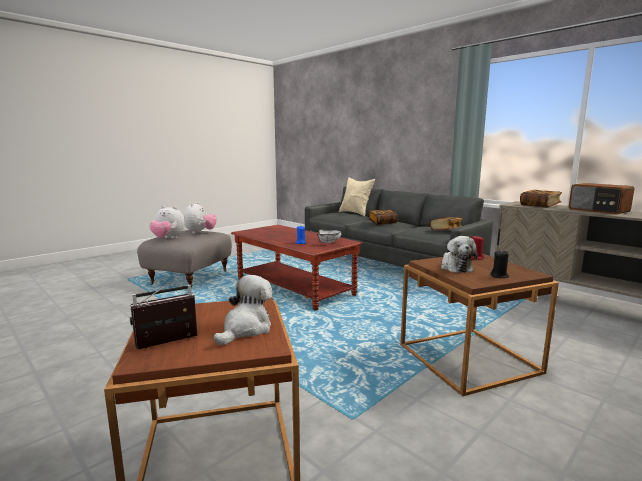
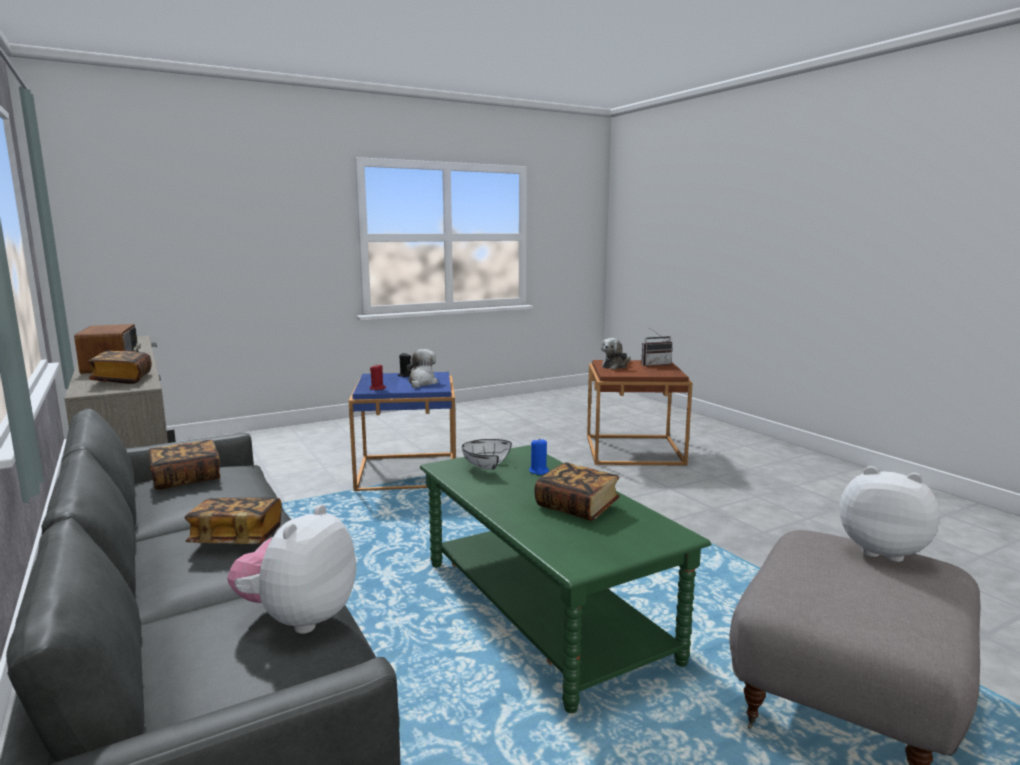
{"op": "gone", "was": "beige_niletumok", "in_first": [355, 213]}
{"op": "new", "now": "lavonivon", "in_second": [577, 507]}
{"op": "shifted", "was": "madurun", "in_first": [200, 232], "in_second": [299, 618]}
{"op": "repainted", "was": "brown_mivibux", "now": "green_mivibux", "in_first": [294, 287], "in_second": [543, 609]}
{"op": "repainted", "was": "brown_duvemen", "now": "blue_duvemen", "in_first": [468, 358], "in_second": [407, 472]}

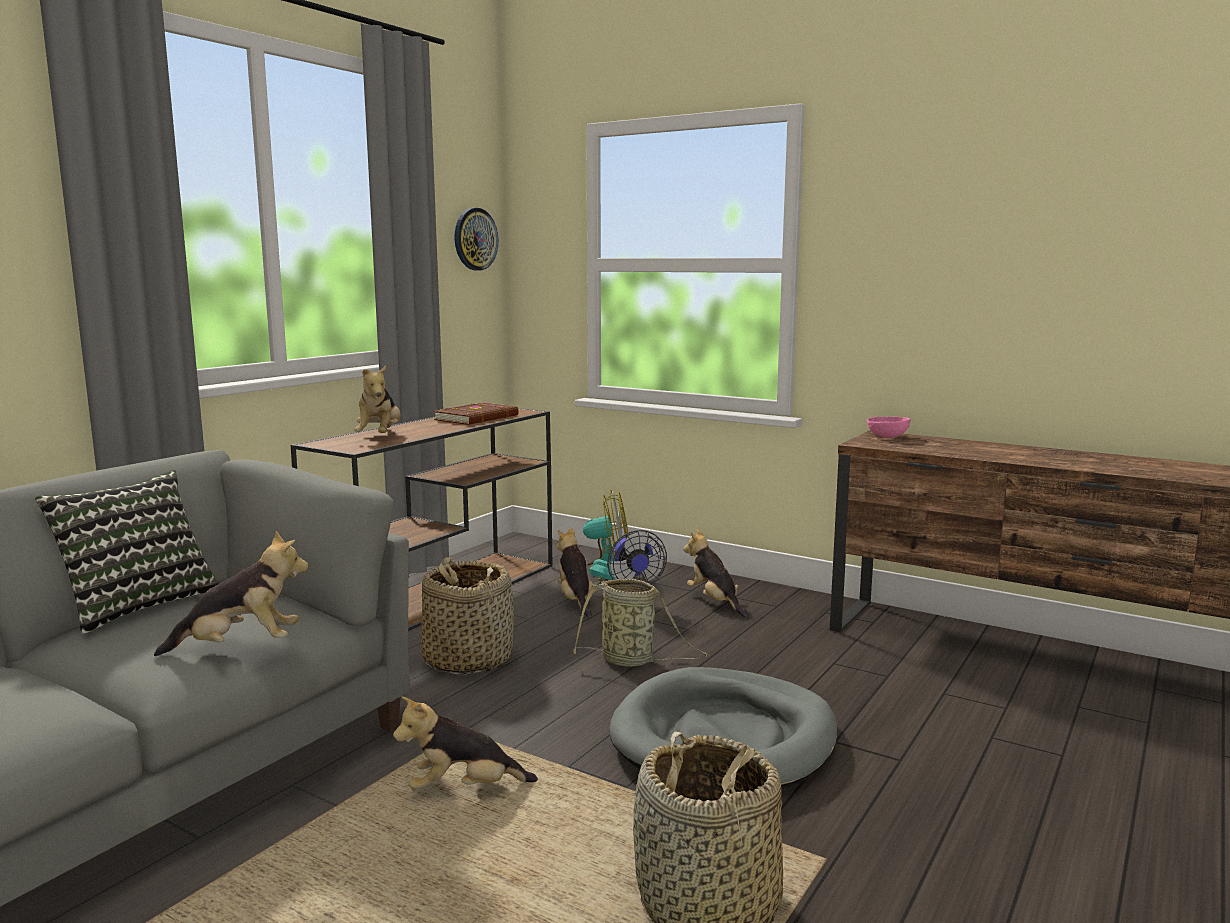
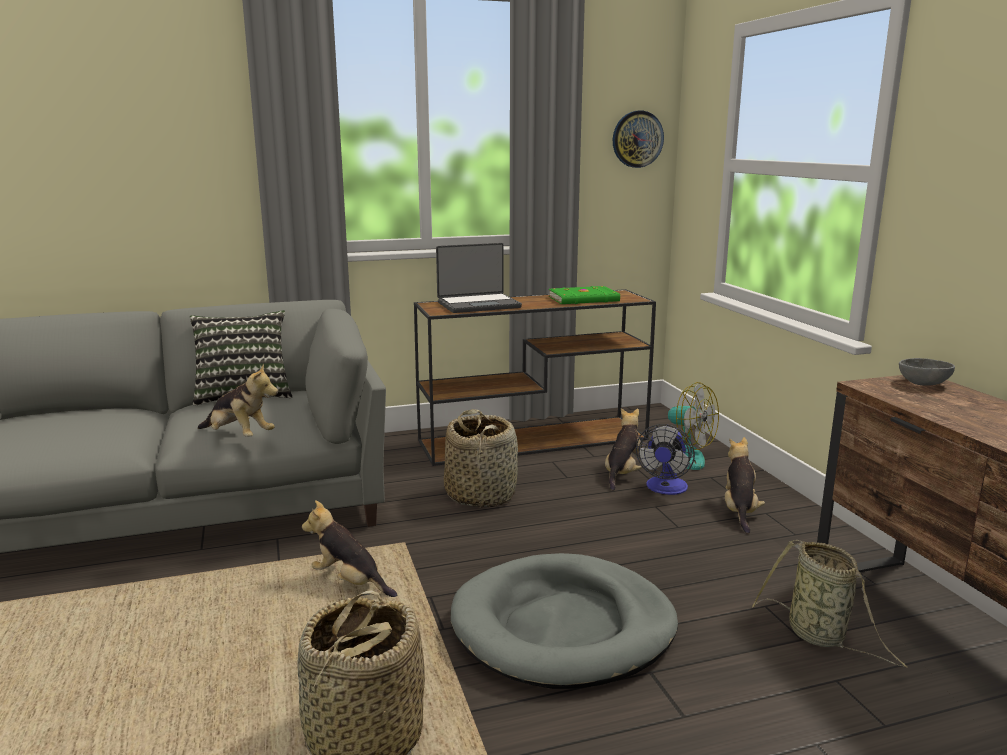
{"op": "shifted", "was": "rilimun", "in_first": [631, 661], "in_second": [820, 636]}
{"op": "swapped", "was": "madurun", "now": "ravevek", "in_first": [380, 436], "in_second": [478, 305]}
{"op": "repainted", "was": "brown_lavonivon", "now": "green_lavonivon", "in_first": [478, 418], "in_second": [584, 299]}
{"op": "repainted", "was": "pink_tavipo", "now": "grey_tavipo", "in_first": [886, 436], "in_second": [922, 383]}

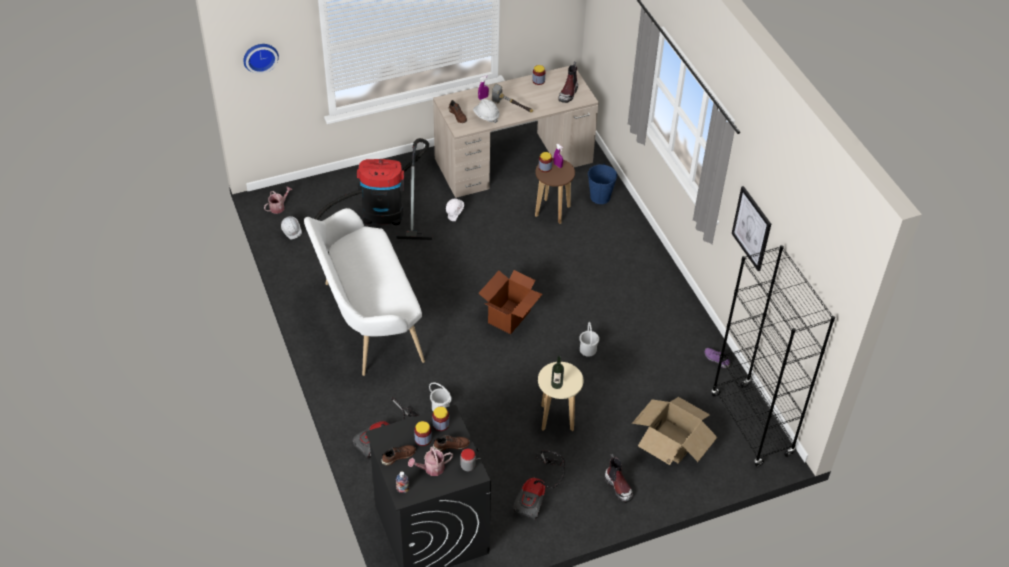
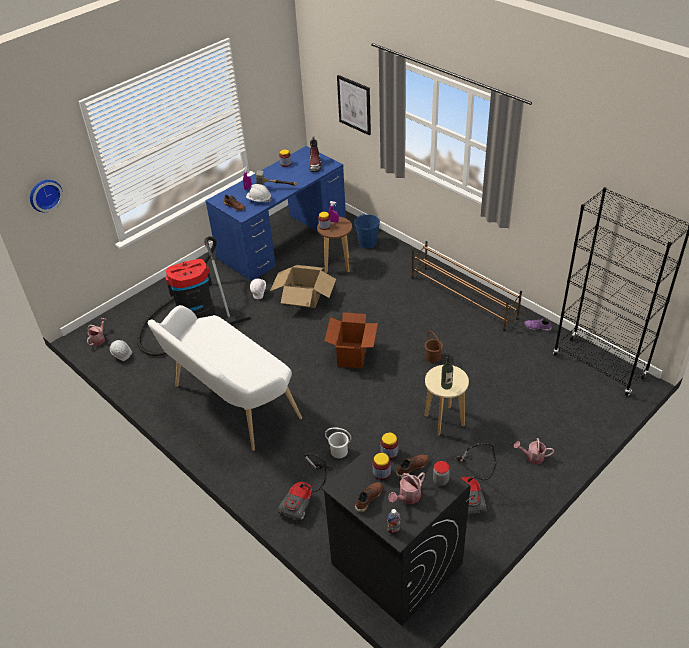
{"op": "new", "now": "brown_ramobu", "in_second": [463, 298]}
{"op": "shifted", "was": "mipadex", "in_first": [672, 441], "in_second": [304, 296]}
{"op": "shifted", "was": "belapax", "in_first": [752, 228], "in_second": [354, 104]}
{"op": "swapped", "was": "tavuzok", "now": "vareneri", "in_first": [618, 487], "in_second": [532, 457]}
{"op": "repainted", "was": "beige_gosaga", "now": "blue_gosaga", "in_first": [514, 160], "in_second": [283, 239]}
{"op": "repainted", "was": "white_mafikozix", "now": "brown_mafikozix", "in_first": [587, 350], "in_second": [433, 357]}

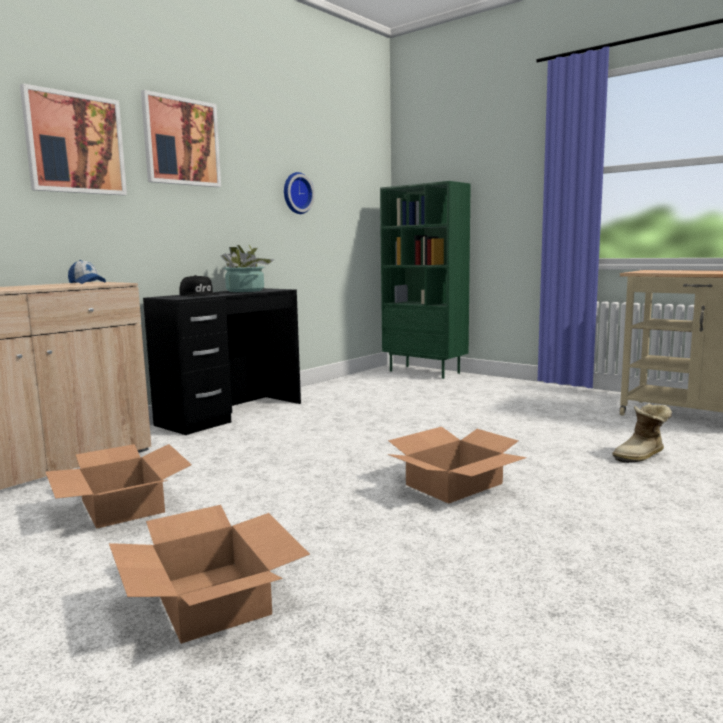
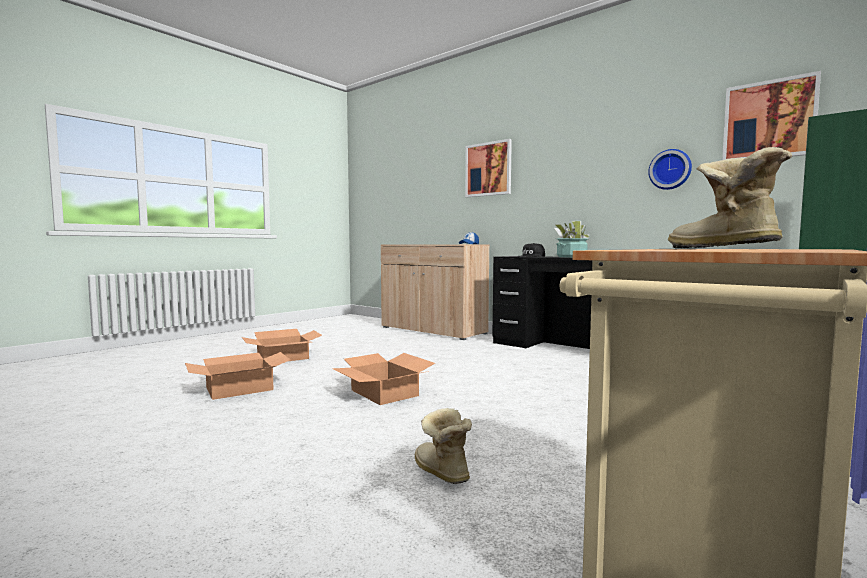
{"op": "new", "now": "tavuzok", "in_second": [719, 248]}
{"op": "shifted", "was": "mipadex", "in_first": [122, 506], "in_second": [239, 389]}
{"op": "shifted", "was": "belapax", "in_first": [181, 142], "in_second": [769, 120]}

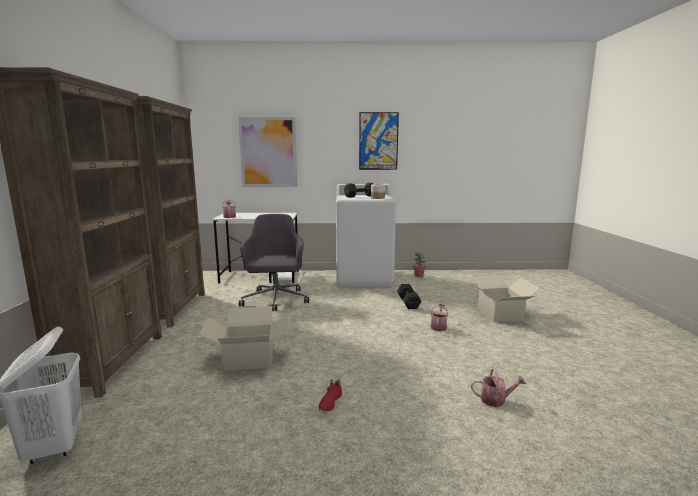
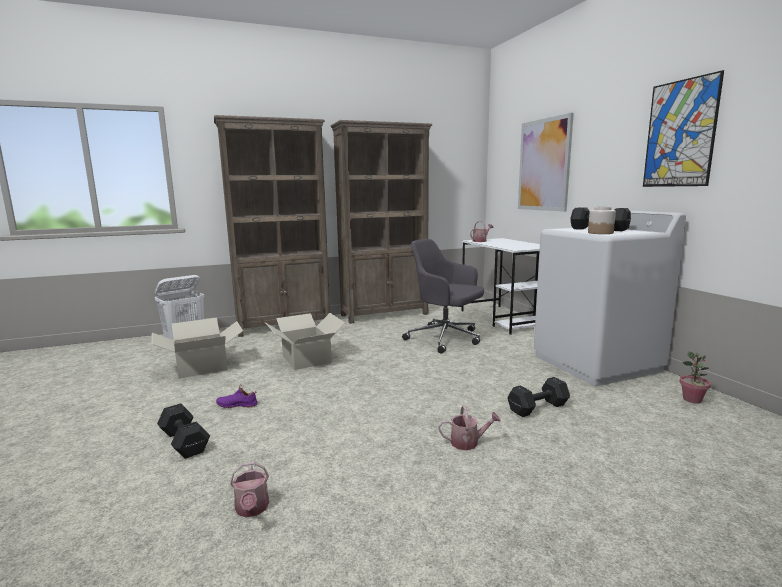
{"op": "new", "now": "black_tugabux", "in_second": [184, 441]}
{"op": "shifted", "was": "mipadex", "in_first": [500, 314], "in_second": [201, 367]}
{"op": "repainted", "was": "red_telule", "now": "purple_telule", "in_first": [330, 402], "in_second": [237, 405]}
{"op": "rotated", "was": "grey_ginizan", "in_first": [275, 300], "in_second": [445, 339], "clockwise": -120}

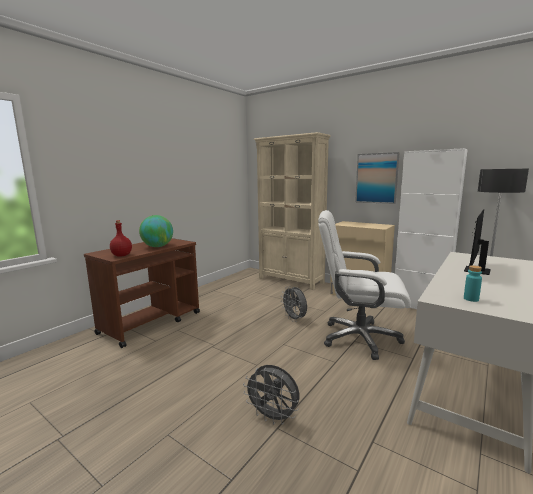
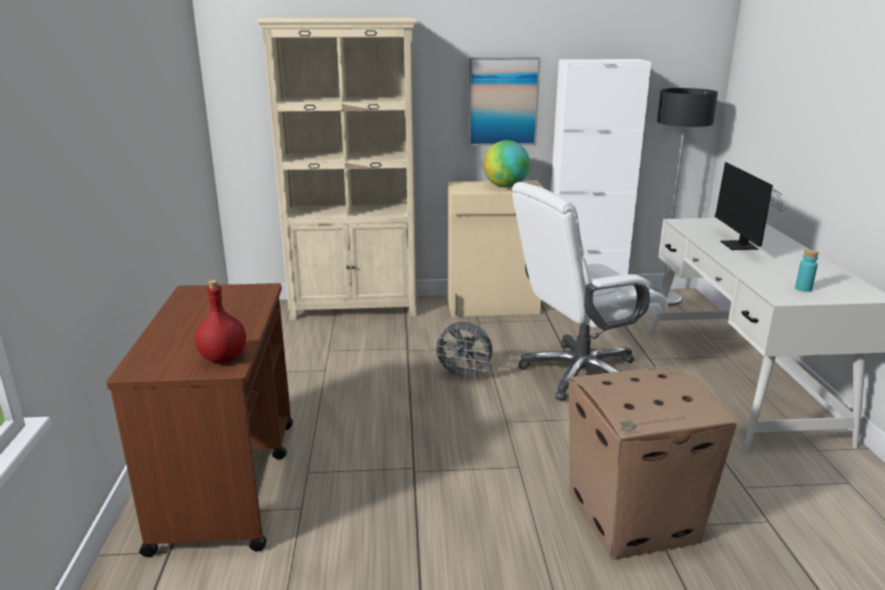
{"op": "shifted", "was": "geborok", "in_first": [157, 246], "in_second": [505, 186]}
{"op": "swapped", "was": "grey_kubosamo", "now": "mipadex", "in_first": [273, 417], "in_second": [634, 518]}

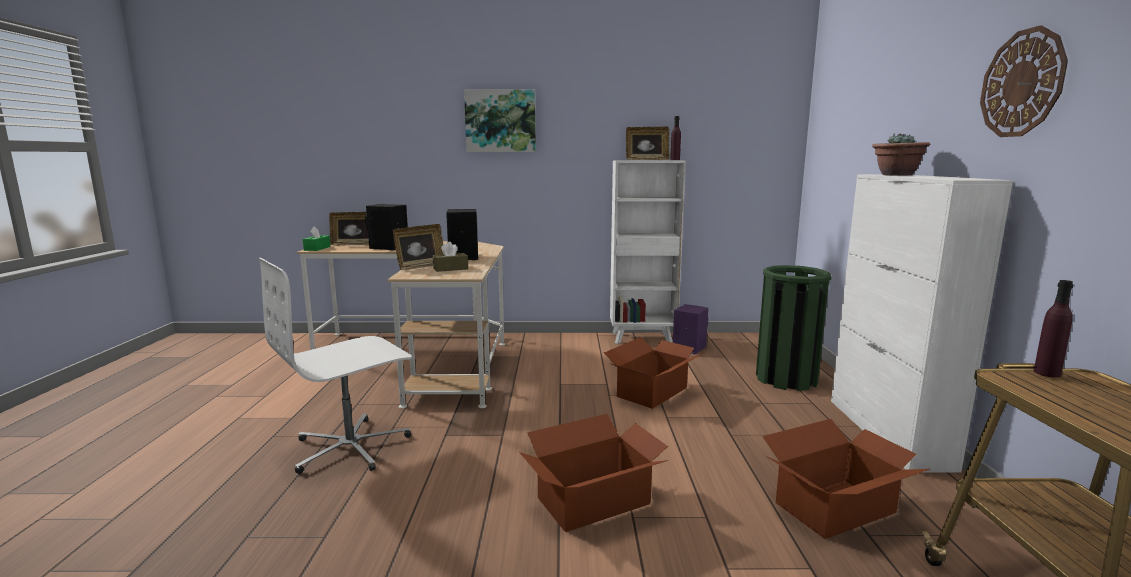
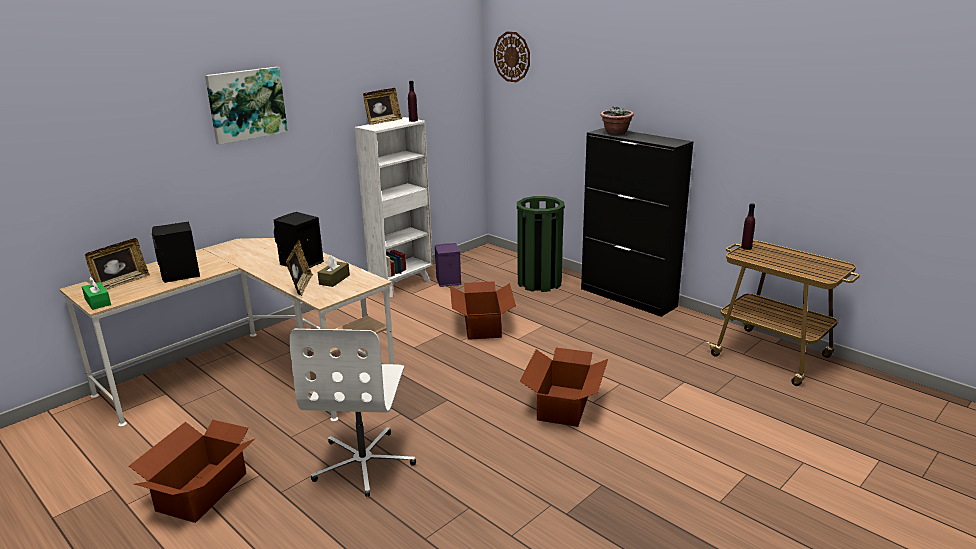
{"op": "shifted", "was": "mipadex", "in_first": [836, 508], "in_second": [203, 491]}
{"op": "shifted", "was": "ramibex", "in_first": [1022, 83], "in_second": [512, 57]}
{"op": "repainted", "was": "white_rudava", "now": "black_rudava", "in_first": [888, 432], "in_second": [628, 297]}

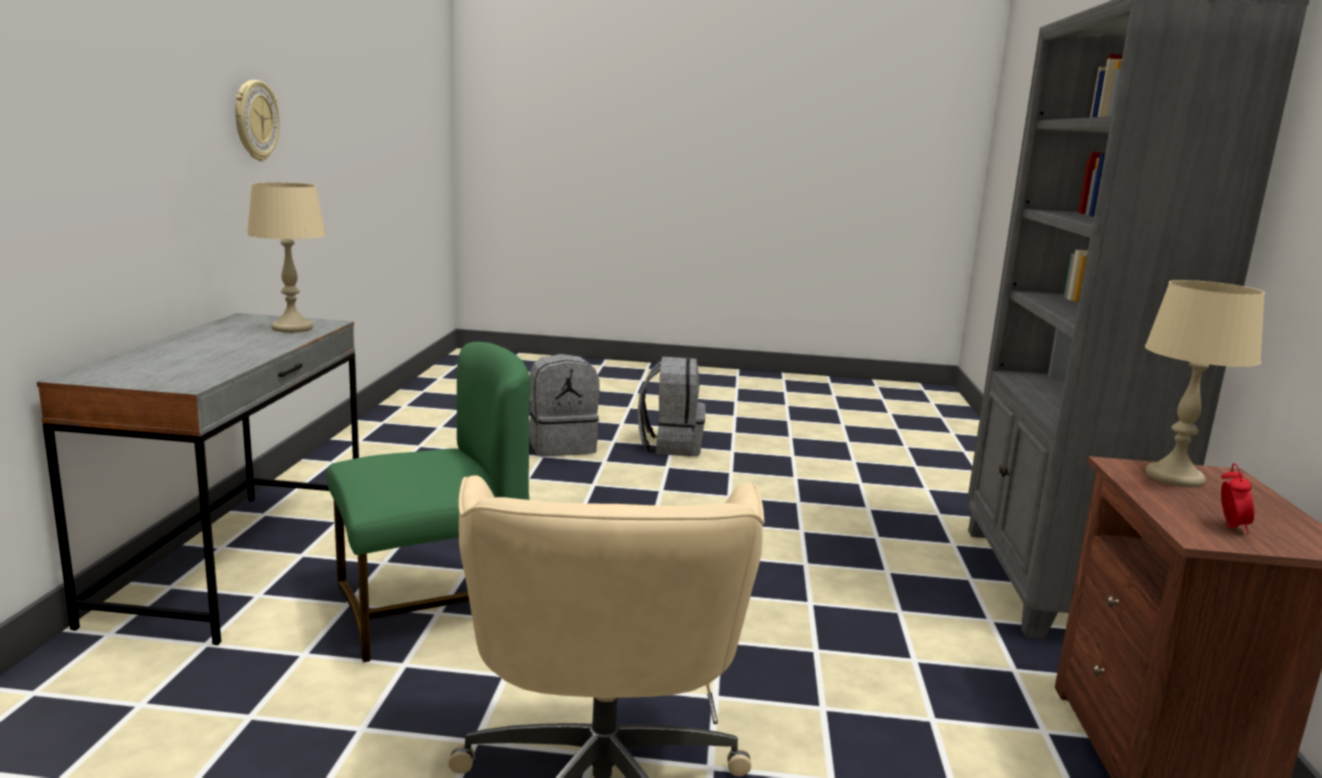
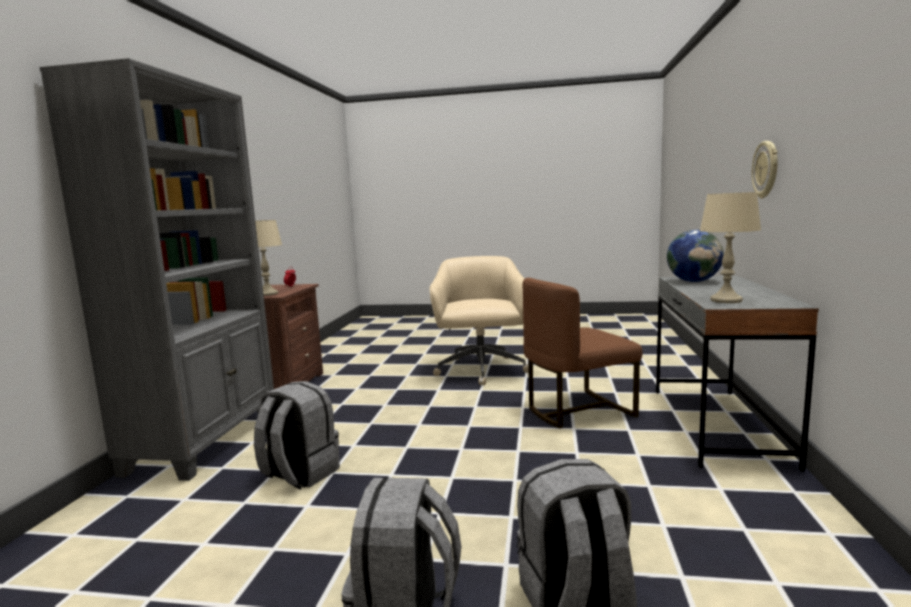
{"op": "new", "now": "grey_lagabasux", "in_second": [299, 474]}
{"op": "new", "now": "geborok", "in_second": [693, 281]}
{"op": "shifted", "was": "ramibex", "in_first": [255, 120], "in_second": [766, 169]}
{"op": "repainted", "was": "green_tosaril", "now": "brown_tosaril", "in_first": [430, 607], "in_second": [577, 410]}

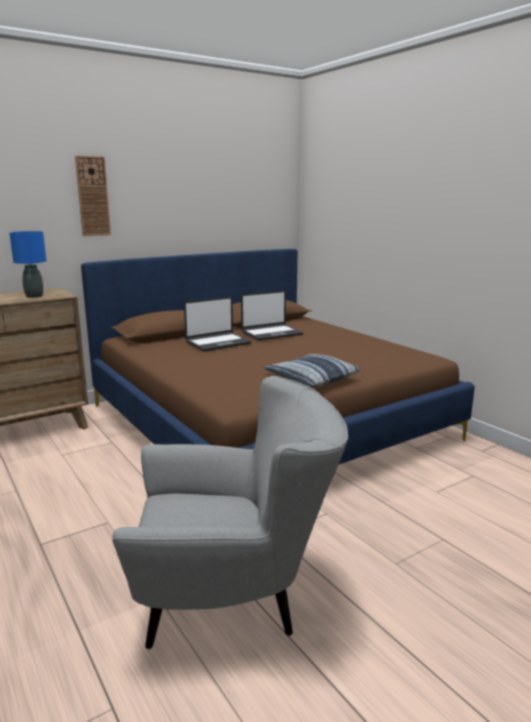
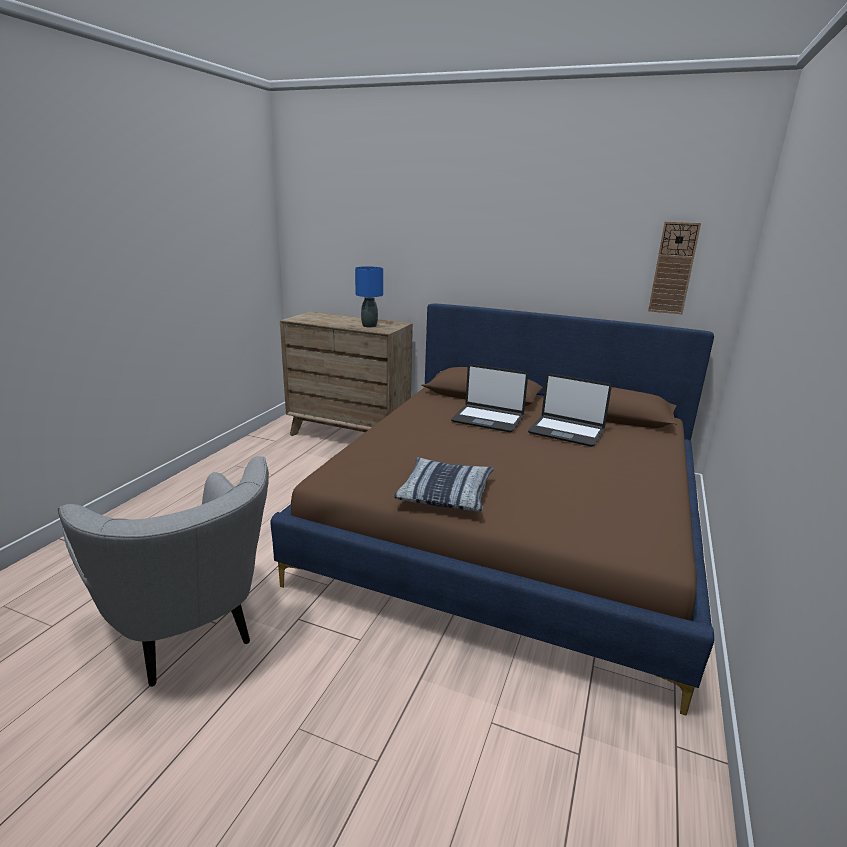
{"op": "shifted", "was": "ramibex", "in_first": [93, 196], "in_second": [673, 268]}

